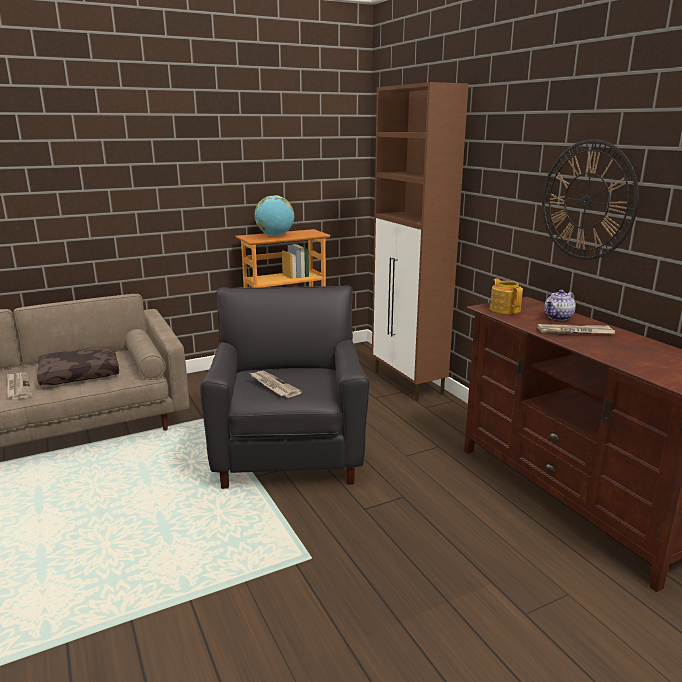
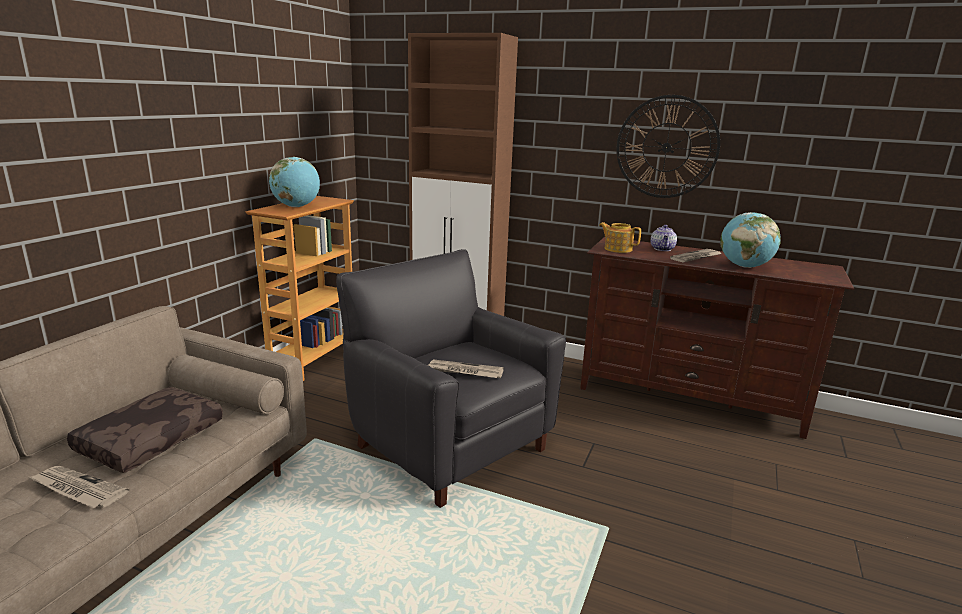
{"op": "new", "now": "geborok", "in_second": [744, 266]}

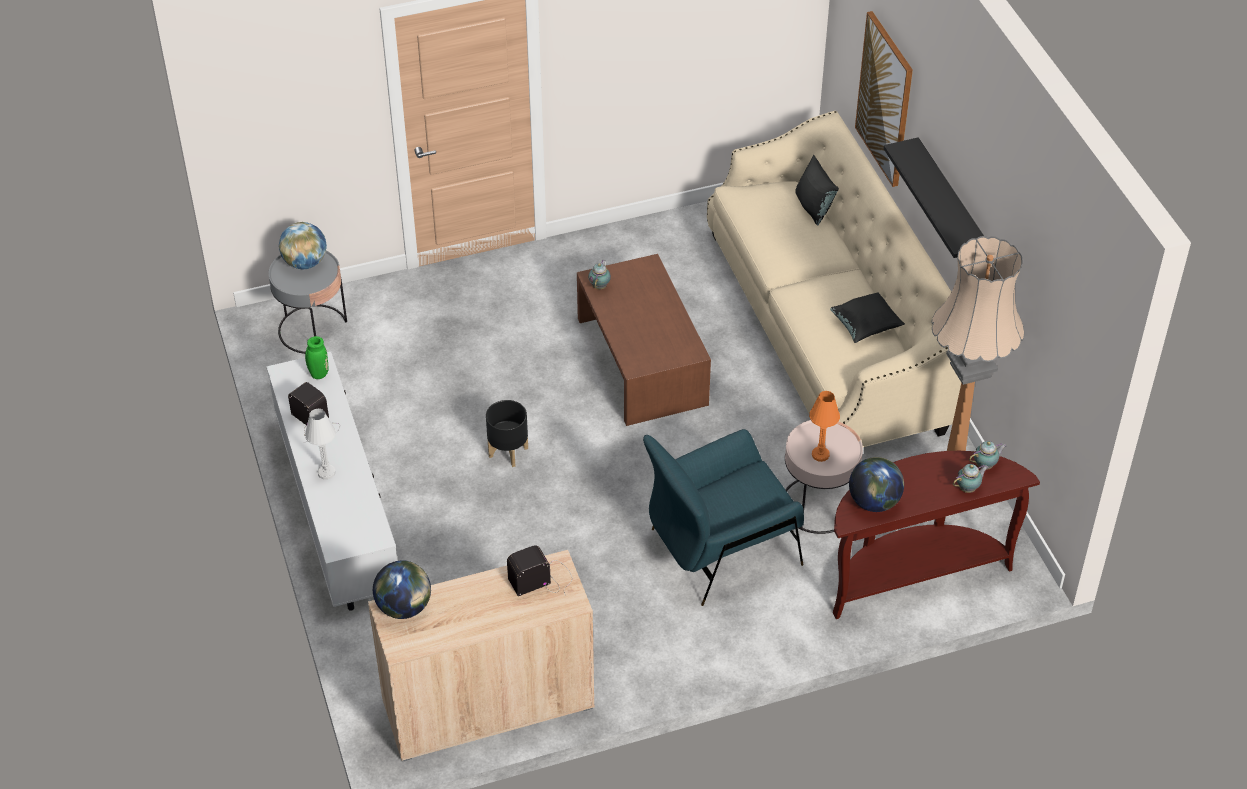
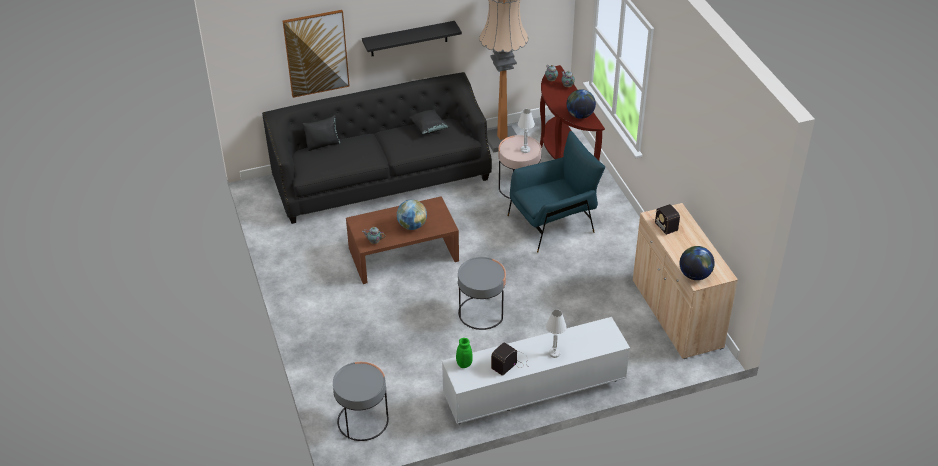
{"op": "shifted", "was": "geborok", "in_first": [305, 262], "in_second": [412, 226]}
{"op": "swapped", "was": "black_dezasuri", "now": "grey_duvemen", "in_first": [508, 452], "in_second": [481, 313]}
{"op": "repainted", "was": "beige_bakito", "now": "black_bakito", "in_first": [828, 330], "in_second": [381, 178]}
{"op": "repainted", "was": "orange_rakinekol", "now": "white_rakinekol", "in_first": [820, 455], "in_second": [525, 150]}
{"op": "rotated", "was": "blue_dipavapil", "in_first": [721, 549], "in_second": [553, 223], "clockwise": -90}

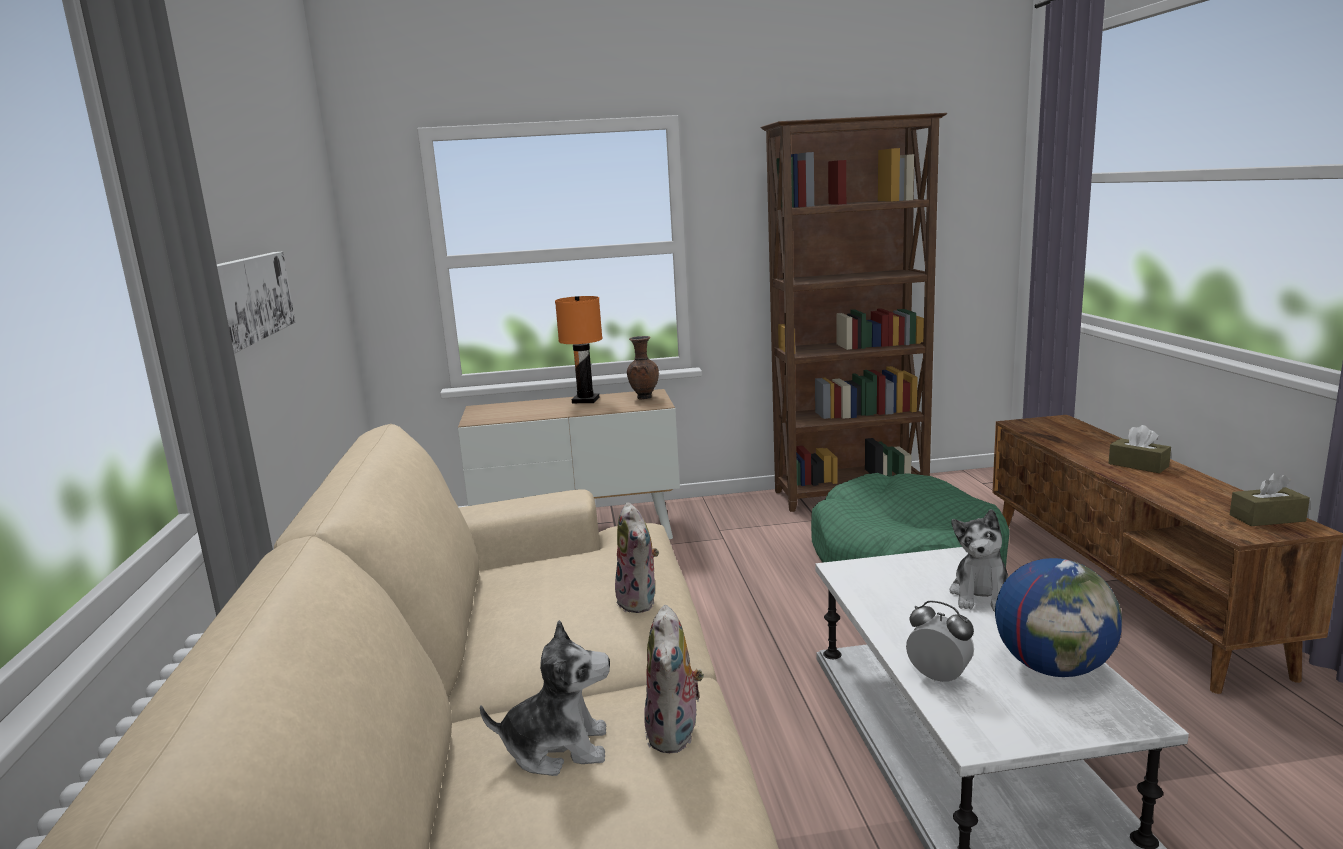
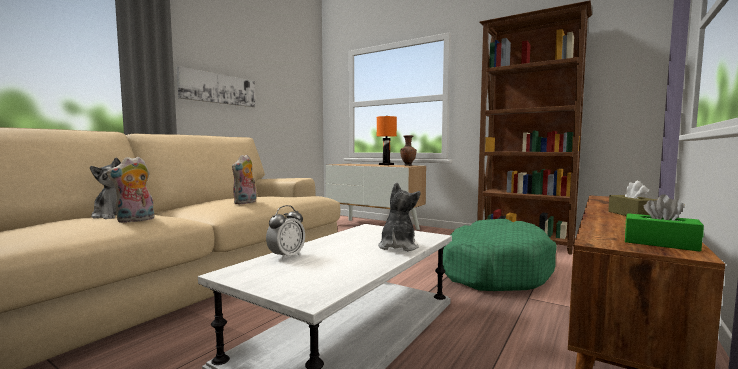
{"op": "gone", "was": "geborok", "in_first": [1053, 667]}
{"op": "repainted", "was": "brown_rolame", "now": "green_rolame", "in_first": [1267, 518], "in_second": [660, 243]}
{"op": "rotated", "was": "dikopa", "in_first": [938, 677], "in_second": [286, 256], "clockwise": 45}
{"op": "rotated", "was": "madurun", "in_first": [981, 595], "in_second": [398, 246], "clockwise": 135}

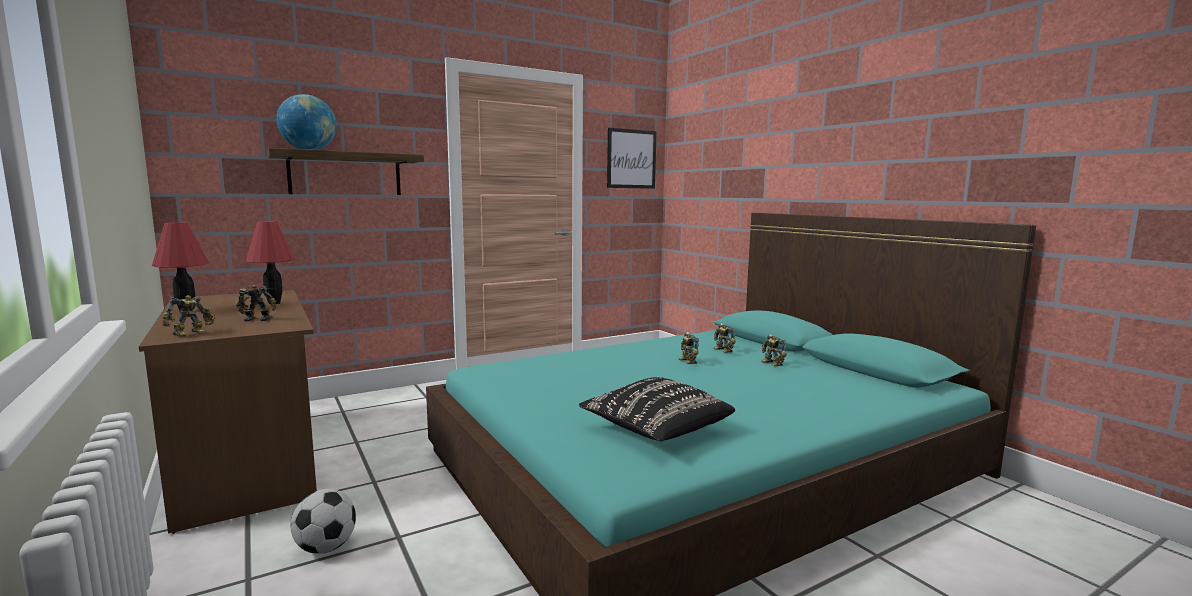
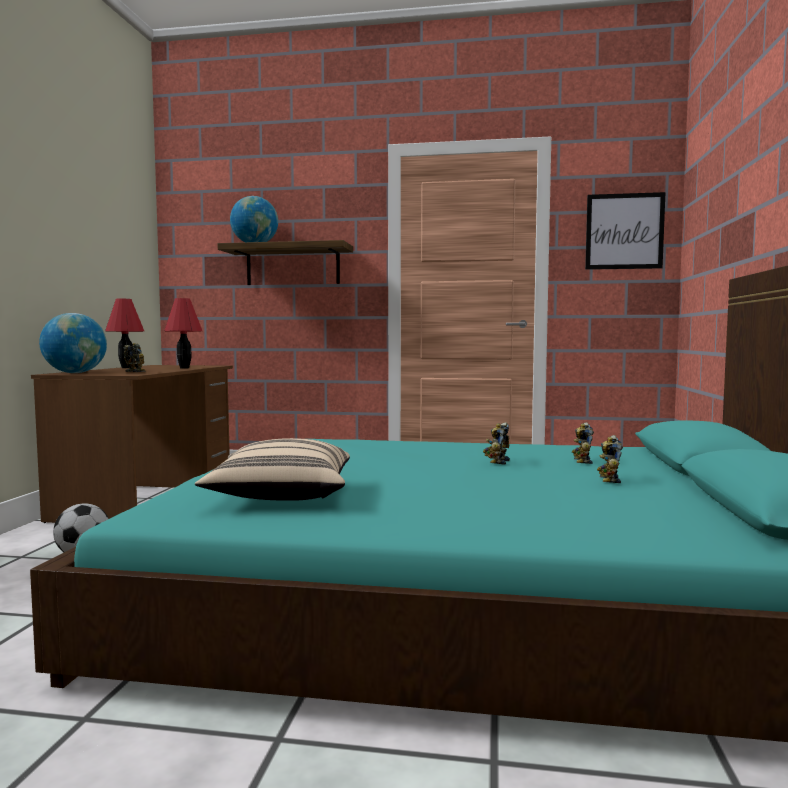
{"op": "swapped", "was": "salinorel", "now": "geborok", "in_first": [191, 333], "in_second": [75, 373]}
{"op": "repainted", "was": "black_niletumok", "now": "beige_niletumok", "in_first": [655, 430], "in_second": [281, 496]}

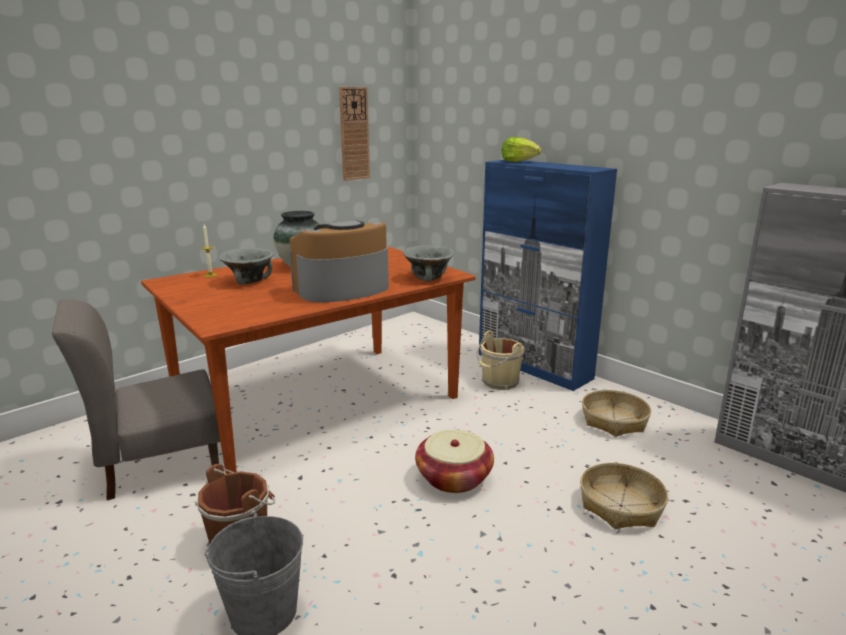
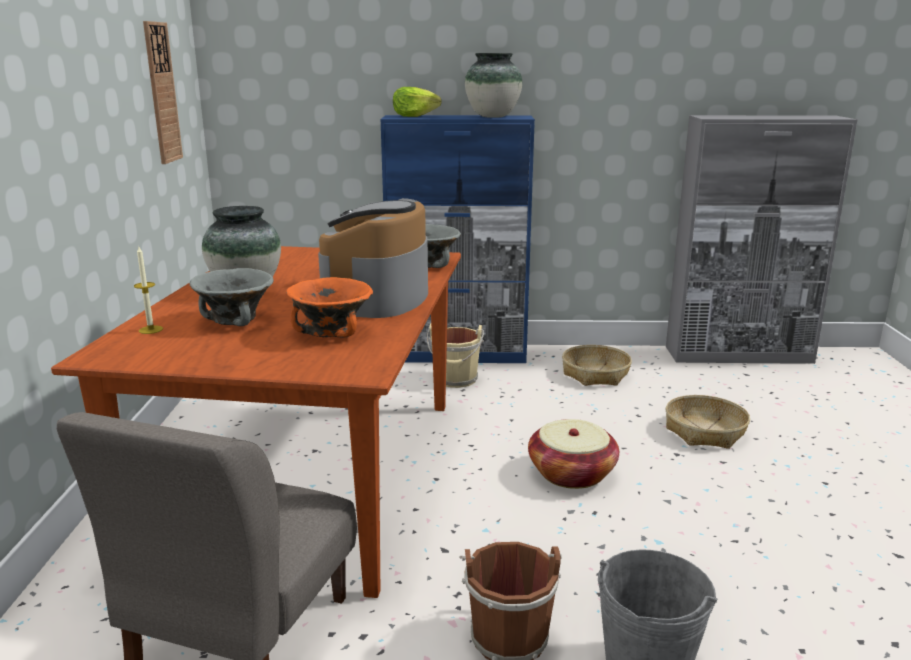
{"op": "new", "now": "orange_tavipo", "in_second": [330, 332]}
{"op": "new", "now": "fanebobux", "in_second": [492, 116]}

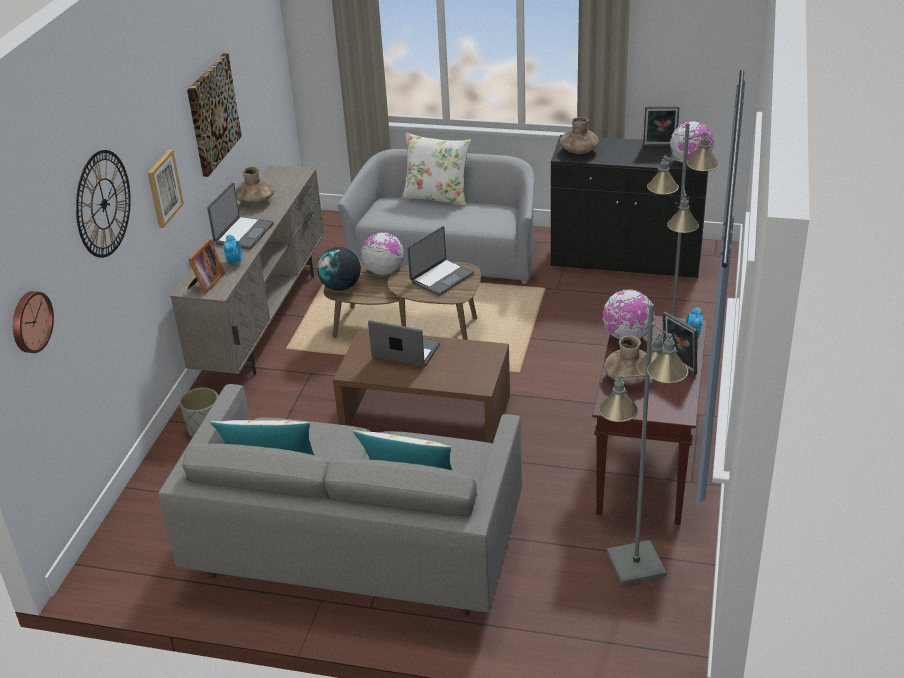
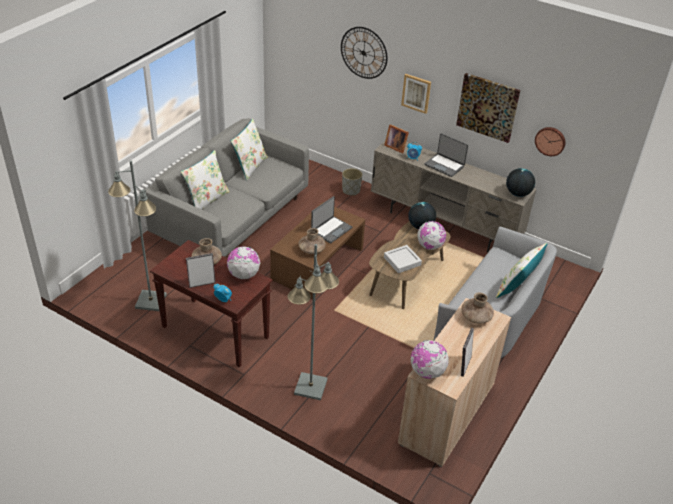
{"op": "new", "now": "geborok", "in_second": [517, 194]}
{"op": "shifted", "was": "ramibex", "in_first": [30, 321], "in_second": [550, 141]}
{"op": "shifted", "was": "brown_fanebobux", "in_first": [256, 201], "in_second": [311, 250]}
{"op": "swapped", "was": "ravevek", "now": "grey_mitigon", "in_first": [441, 278], "in_second": [402, 261]}
{"op": "repainted", "was": "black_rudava", "now": "beige_rudava", "in_first": [626, 259], "in_second": [447, 413]}

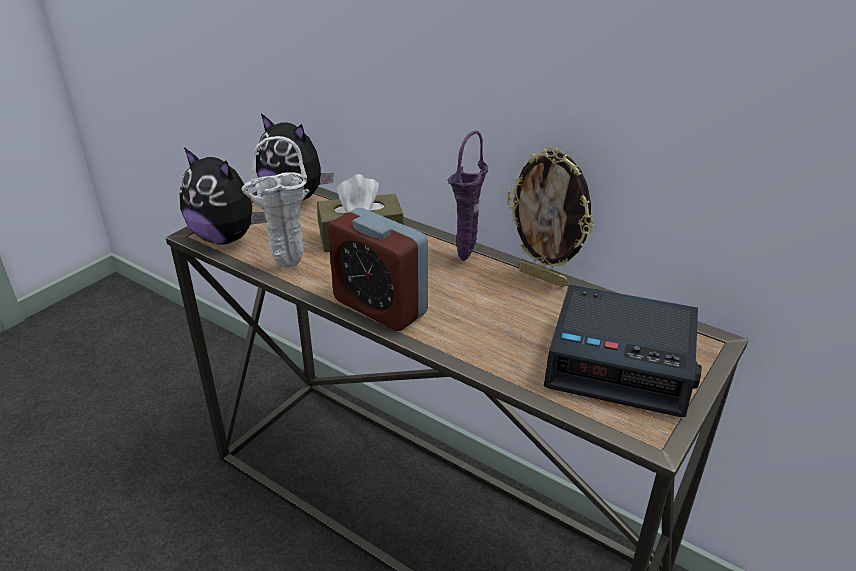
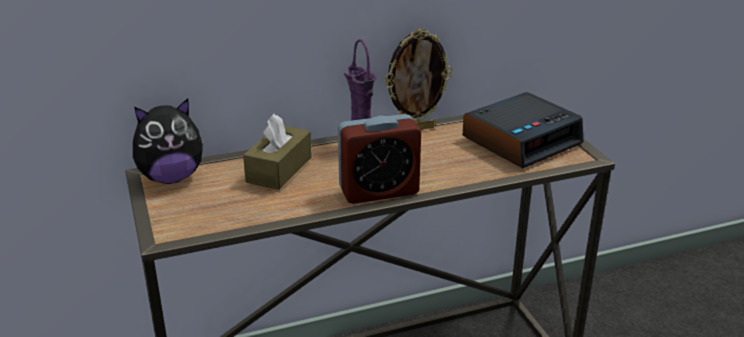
{"op": "gone", "was": "madurun", "in_first": [226, 238]}
{"op": "gone", "was": "white_fanebobux", "in_first": [285, 266]}

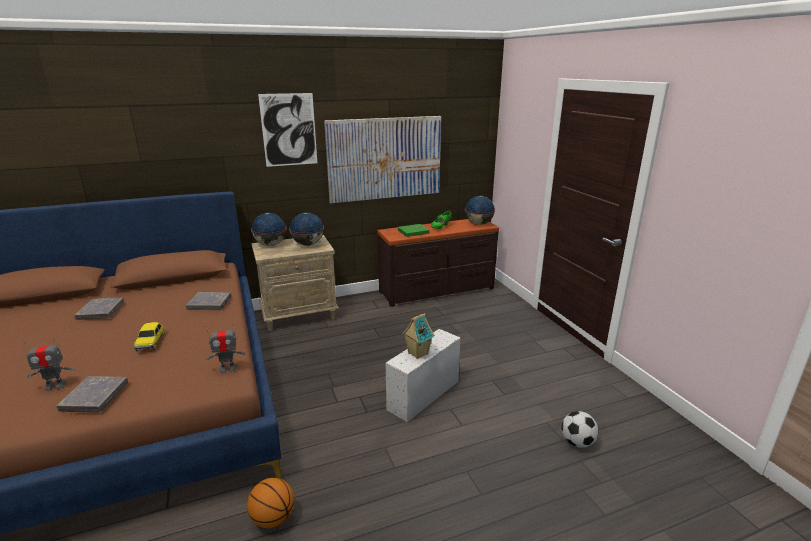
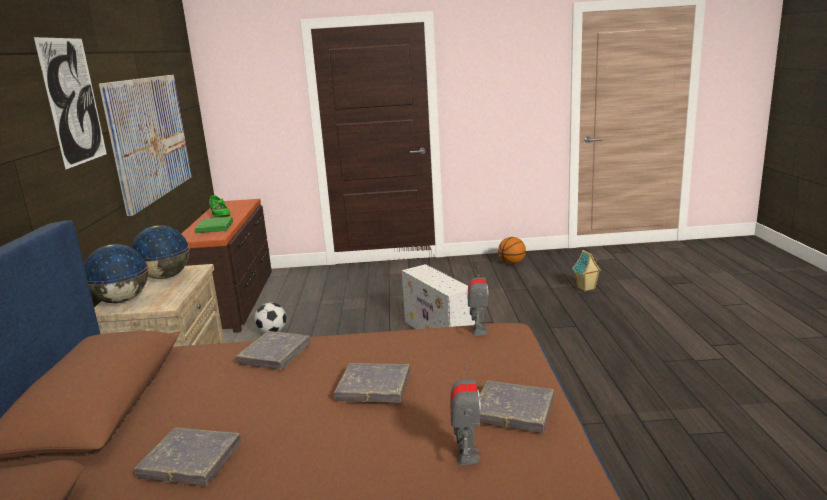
{"op": "gone", "was": "geborok", "in_first": [479, 224]}
{"op": "shifted", "was": "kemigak", "in_first": [273, 519], "in_second": [512, 263]}
{"op": "shifted", "was": "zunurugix", "in_first": [417, 354], "in_second": [586, 288]}
{"op": "shifted", "was": "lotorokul", "in_first": [577, 442], "in_second": [272, 332]}
{"op": "swapped", "was": "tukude", "now": "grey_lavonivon", "in_first": [150, 342], "in_second": [374, 387]}

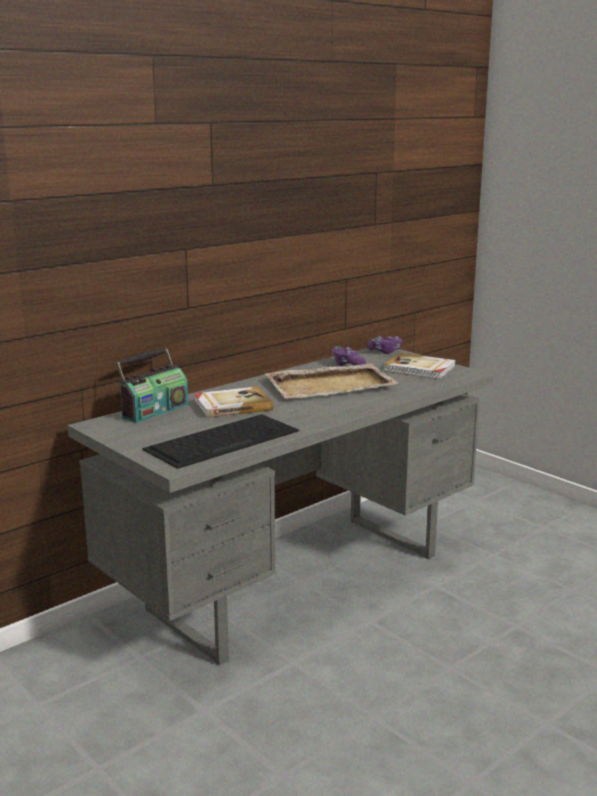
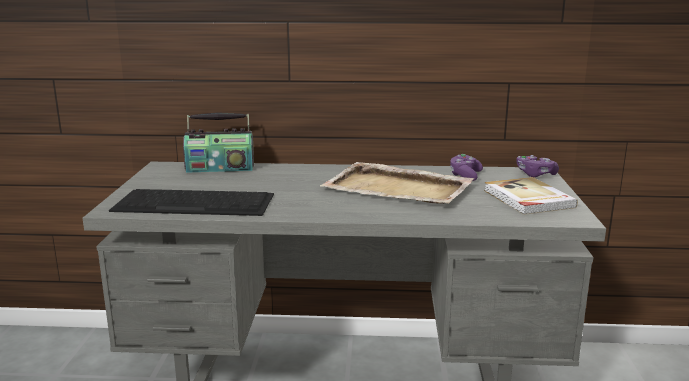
{"op": "gone", "was": "lavonivon", "in_first": [232, 405]}

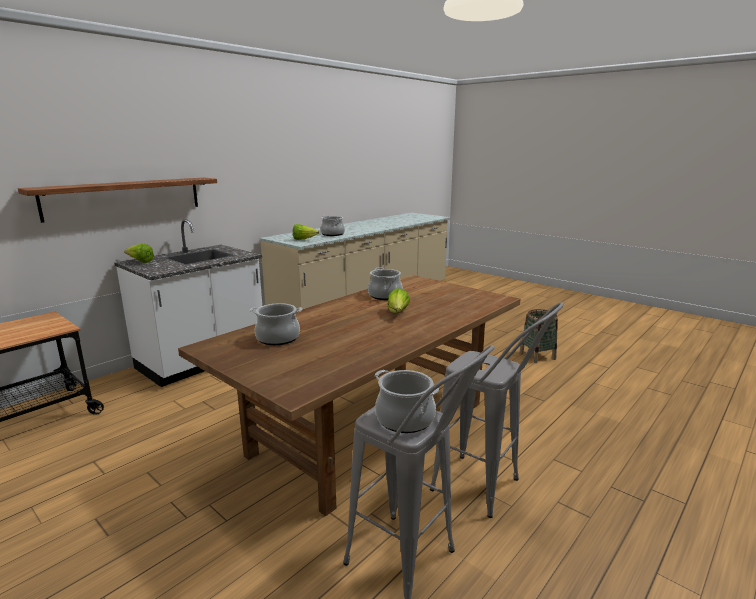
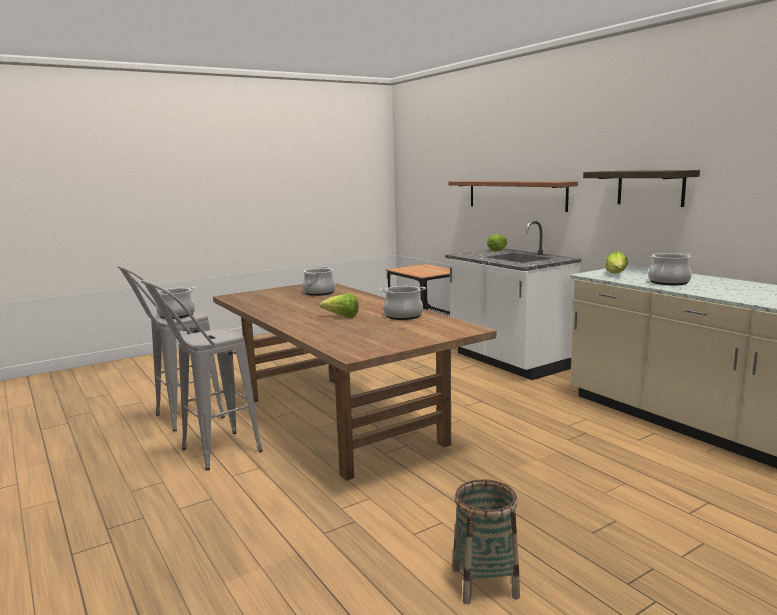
{"op": "new", "now": "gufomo", "in_second": [650, 188]}

